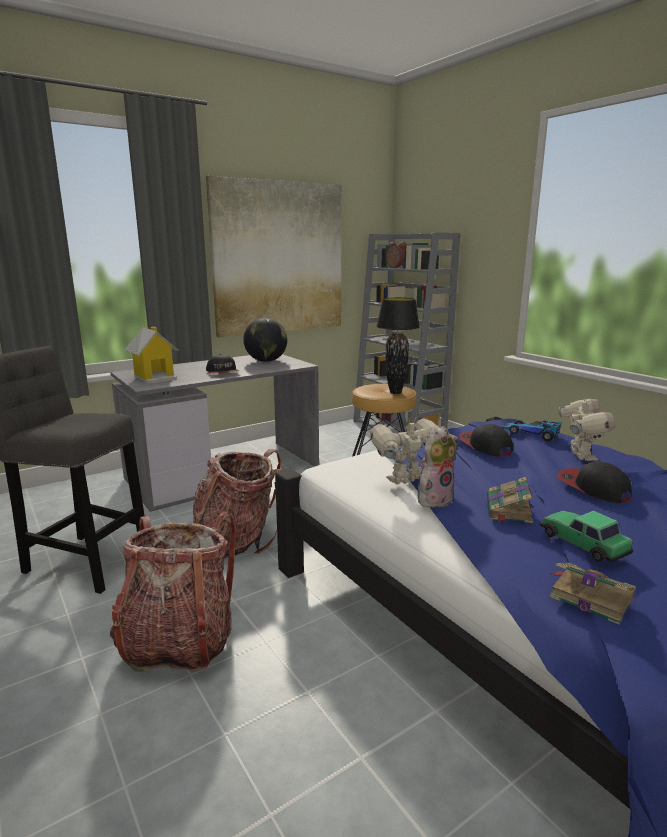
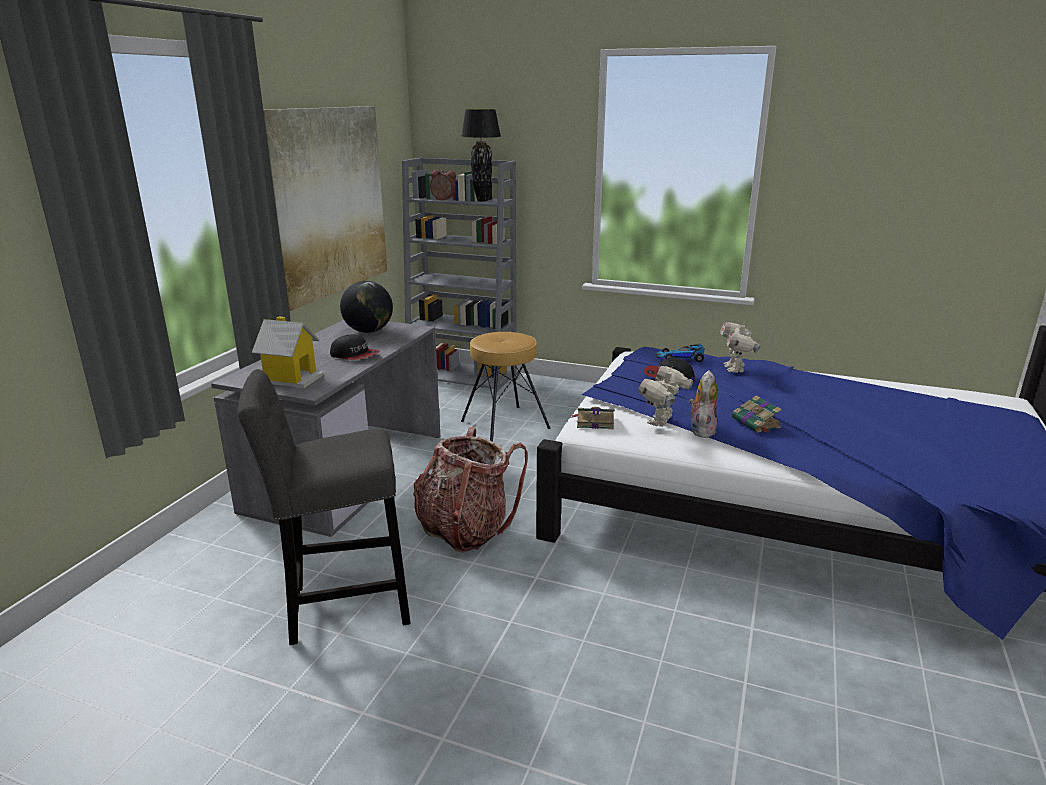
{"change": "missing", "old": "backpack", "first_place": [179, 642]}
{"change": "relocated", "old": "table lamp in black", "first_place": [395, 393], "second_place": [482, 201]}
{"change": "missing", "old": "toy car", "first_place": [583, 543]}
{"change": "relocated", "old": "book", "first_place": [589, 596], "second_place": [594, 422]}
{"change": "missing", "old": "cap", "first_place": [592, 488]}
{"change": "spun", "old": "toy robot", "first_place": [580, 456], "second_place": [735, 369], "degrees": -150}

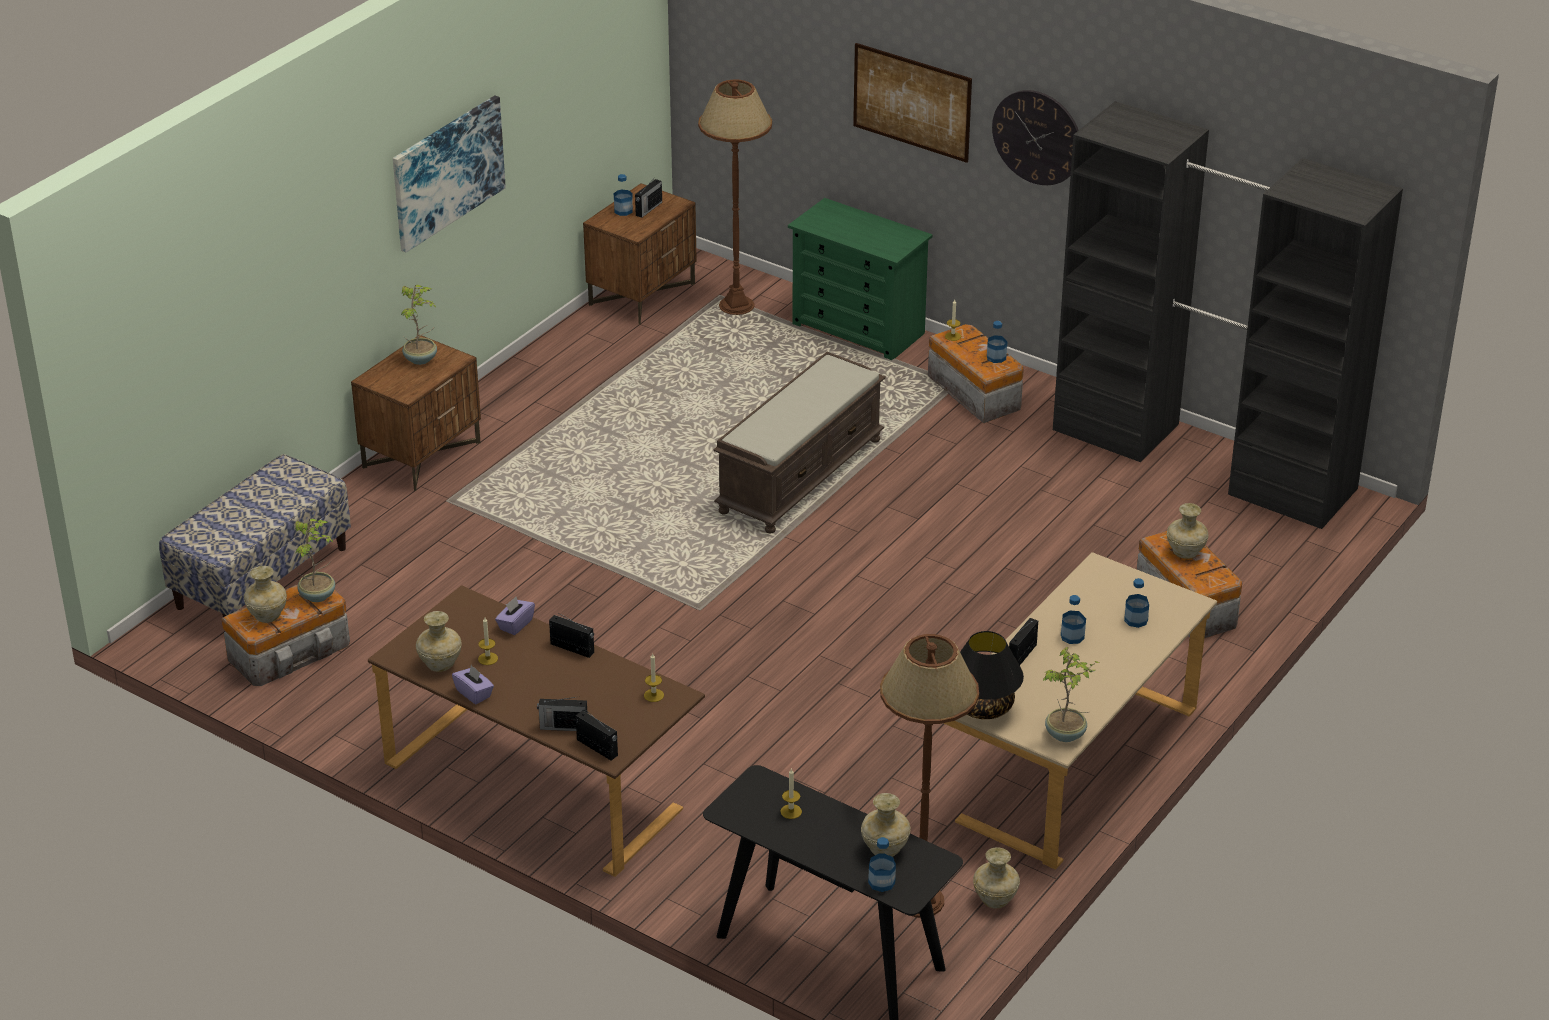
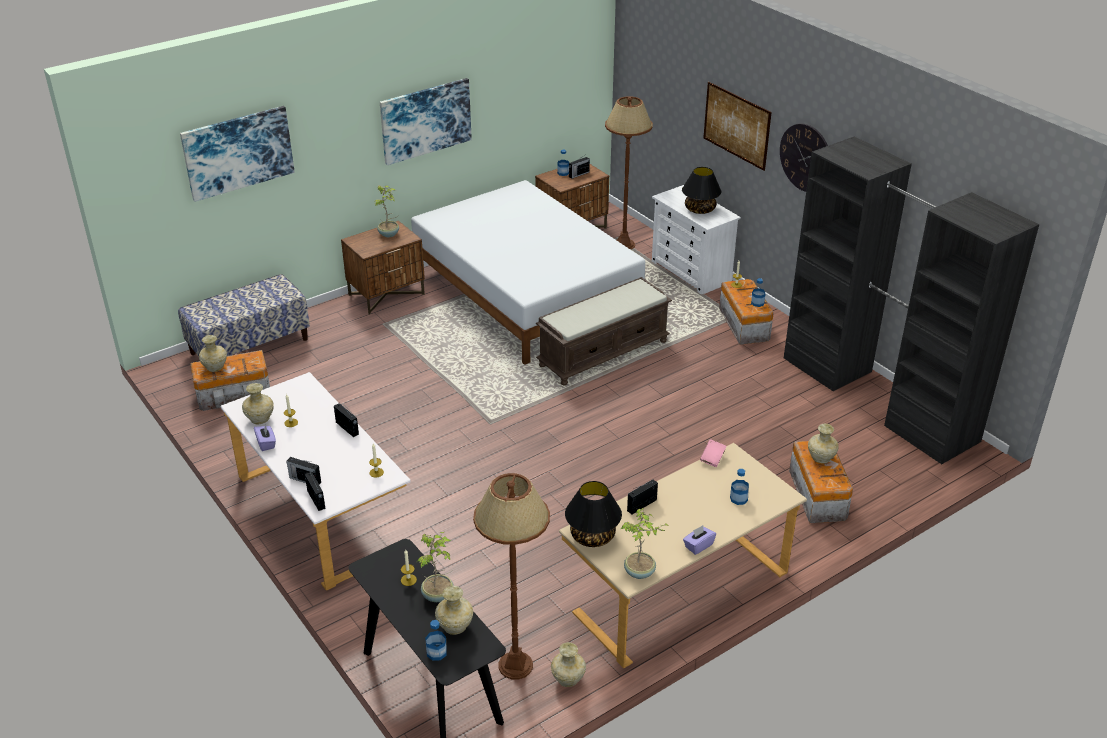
{"change": "relocated", "old": "potted plant", "first_place": [318, 595], "second_place": [438, 595]}
{"change": "colour", "old": "desk in brown", "new": "desk in white", "first_place": [540, 782], "second_place": [322, 513]}
{"change": "relocated", "old": "tissue box in purple", "first_place": [515, 624], "second_place": [698, 546]}
{"change": "colour", "old": "dresser in green", "new": "dresser in white", "first_place": [858, 329], "second_place": [691, 272]}
{"change": "missing", "old": "bottle", "first_place": [1072, 636]}
{"change": "appeared", "new": "picture", "second_place": [238, 152]}
{"change": "appeared", "new": "bed in white", "second_place": [526, 293]}
{"change": "appeared", "new": "table lamp in black", "second_place": [700, 209]}
{"change": "appeared", "new": "book in pink", "second_place": [712, 458]}

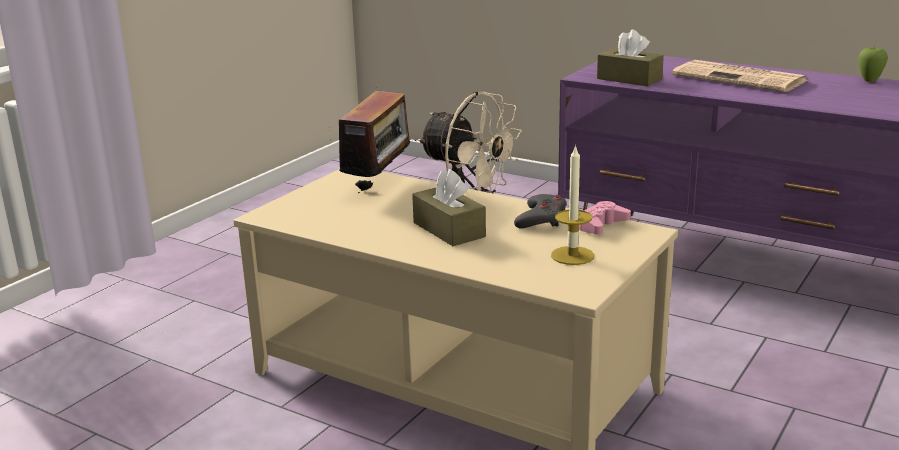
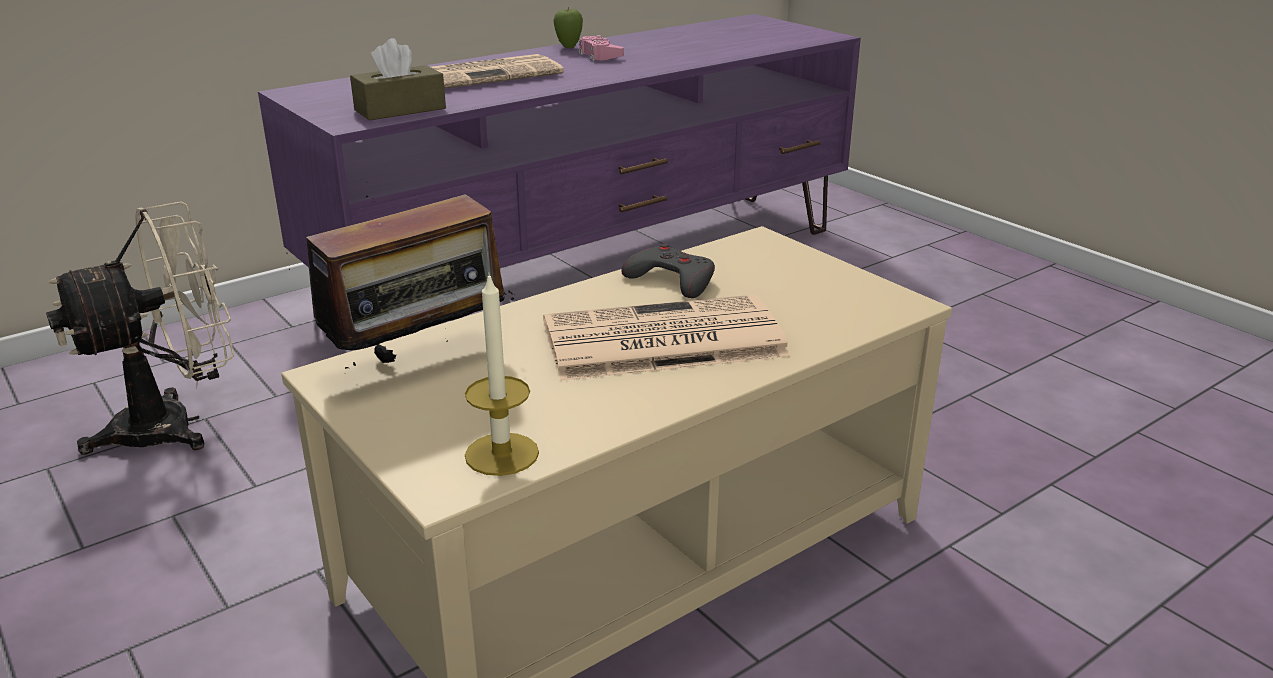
{"change": "spun", "old": "radio", "first_place": [379, 185], "second_place": [421, 360], "degrees": 105}
{"change": "exchanged", "old": "tissue box in brown", "new": "newspaper", "first_place": [449, 230], "second_place": [660, 341]}
{"change": "relocated", "old": "candle", "first_place": [572, 255], "second_place": [502, 454]}
{"change": "relocated", "old": "game controller in pink", "first_place": [601, 225], "second_place": [600, 55]}

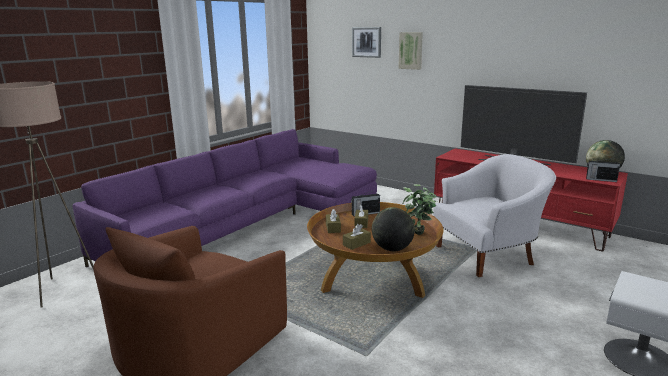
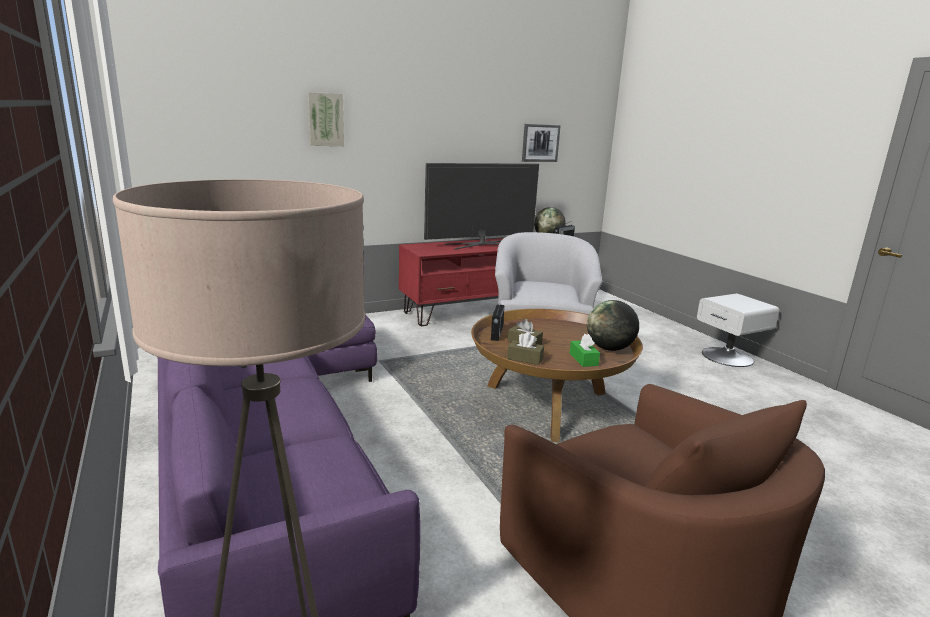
{"change": "colour", "old": "tissue box in brown", "new": "tissue box in green", "first_place": [356, 244], "second_place": [583, 359]}
{"change": "relocated", "old": "picture", "first_place": [366, 42], "second_place": [540, 143]}
{"change": "missing", "old": "potted plant", "first_place": [418, 236]}

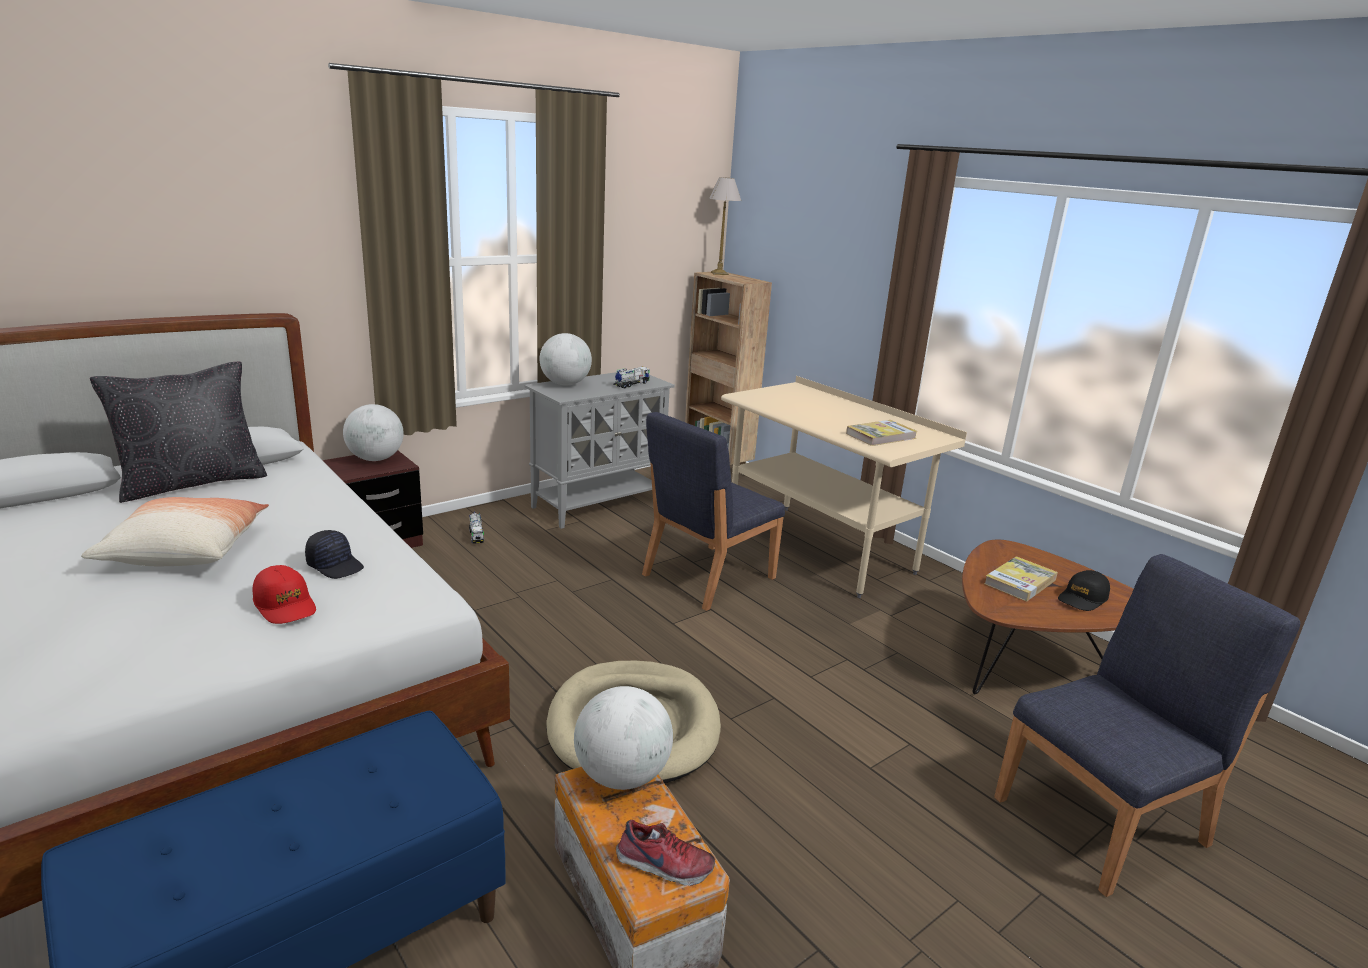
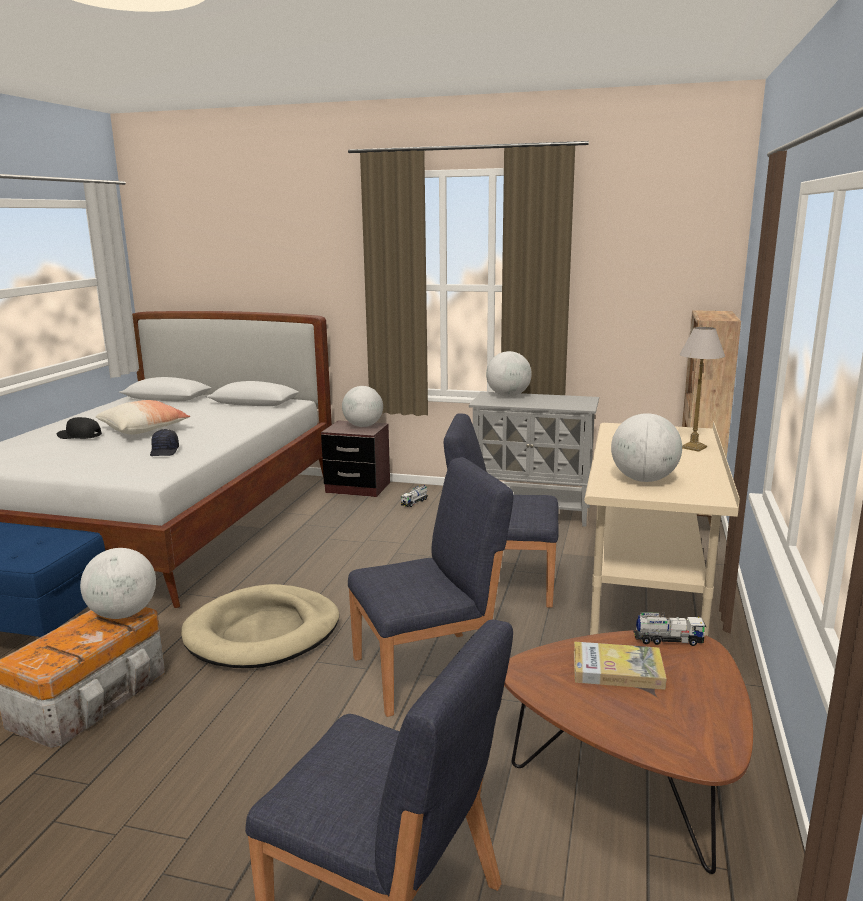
{"change": "missing", "old": "pillow in black", "first_place": [192, 483]}
{"change": "missing", "old": "cap in red", "first_place": [285, 605]}
{"change": "relocated", "old": "toy truck", "first_place": [631, 384], "second_place": [668, 640]}
{"change": "missing", "old": "shoe", "first_place": [663, 866]}
{"change": "relocated", "old": "table lamp", "first_place": [719, 273], "second_place": [693, 447]}
{"change": "exchanged", "old": "book", "new": "globe", "first_place": [880, 436], "second_place": [644, 480]}
{"change": "relocated", "old": "cap in black", "first_place": [1082, 598], "second_place": [79, 436]}
{"change": "appeared", "new": "chair in blue", "second_place": [429, 671]}

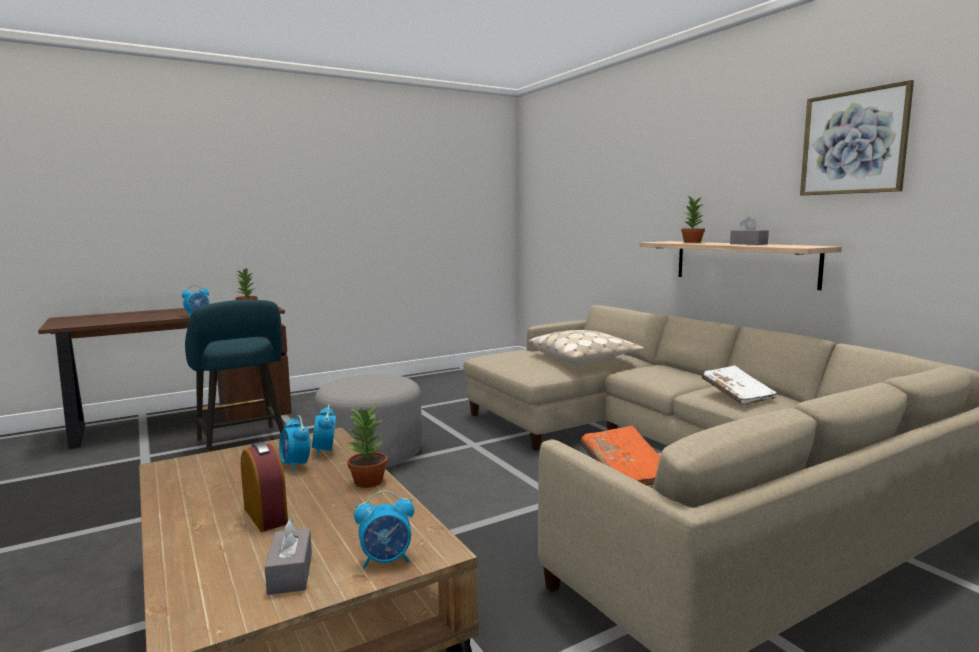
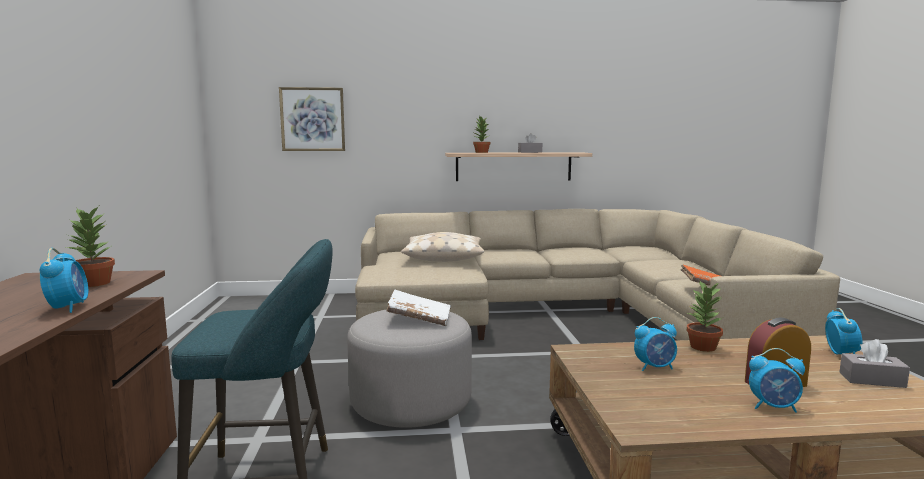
{"change": "relocated", "old": "alarm clock", "first_place": [325, 451], "second_place": [774, 407]}
{"change": "relocated", "old": "book in white", "first_place": [737, 395], "second_place": [419, 319]}
{"change": "relocated", "old": "picture", "first_place": [853, 142], "second_place": [312, 119]}

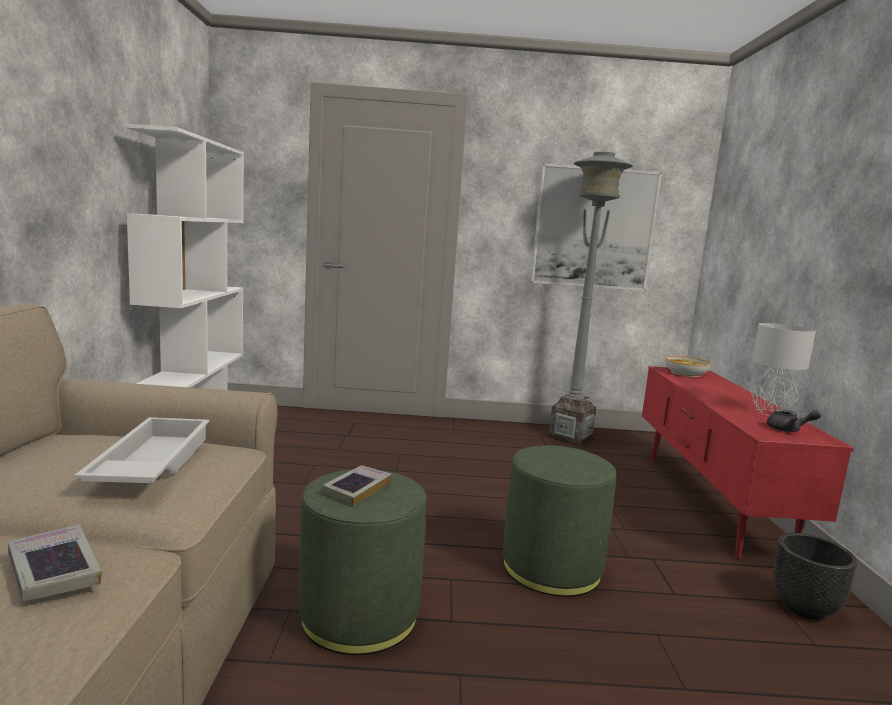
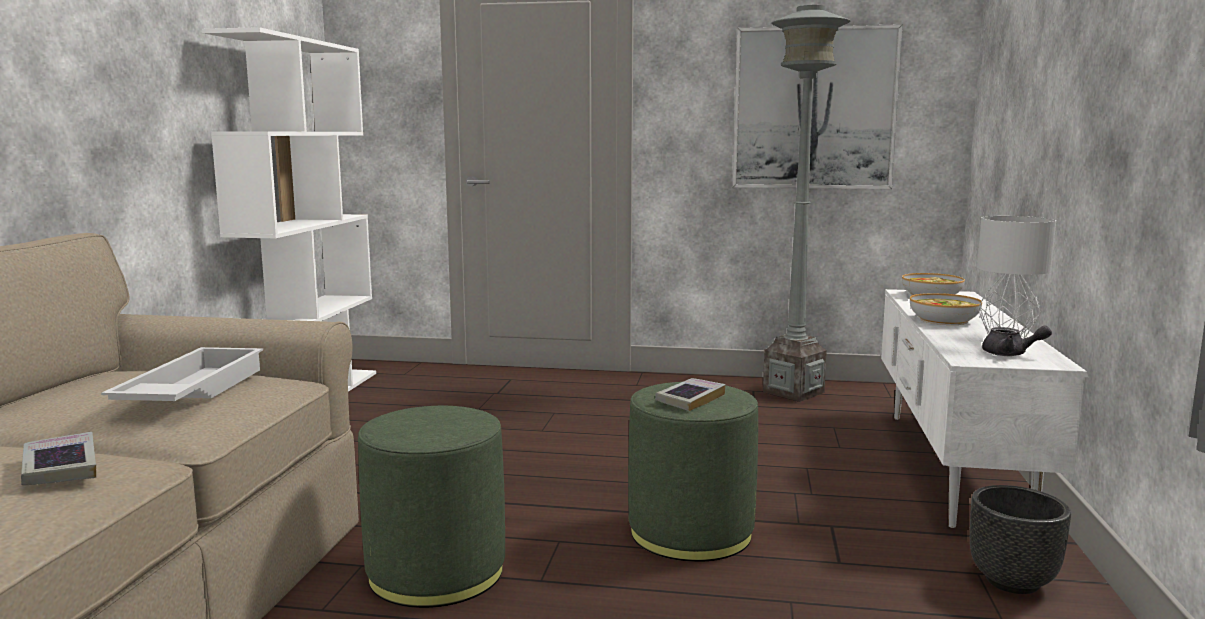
{"change": "relocated", "old": "book", "first_place": [357, 489], "second_place": [690, 399]}
{"change": "colour", "old": "tv stand in red", "new": "tv stand in white", "first_place": [710, 503], "second_place": [951, 466]}
{"change": "appeared", "new": "bowl", "second_place": [943, 320]}

